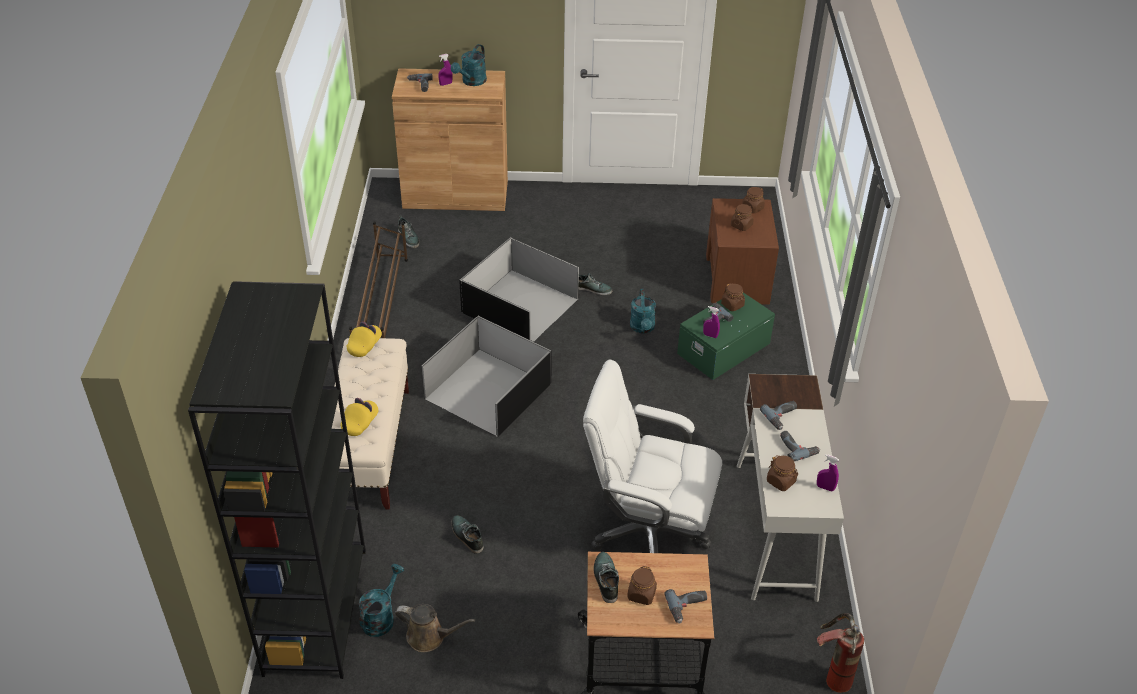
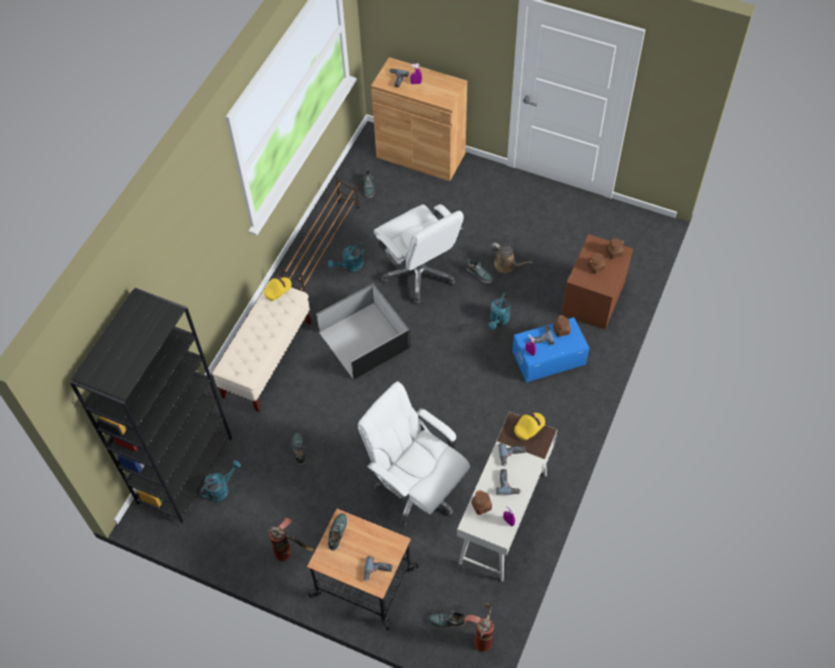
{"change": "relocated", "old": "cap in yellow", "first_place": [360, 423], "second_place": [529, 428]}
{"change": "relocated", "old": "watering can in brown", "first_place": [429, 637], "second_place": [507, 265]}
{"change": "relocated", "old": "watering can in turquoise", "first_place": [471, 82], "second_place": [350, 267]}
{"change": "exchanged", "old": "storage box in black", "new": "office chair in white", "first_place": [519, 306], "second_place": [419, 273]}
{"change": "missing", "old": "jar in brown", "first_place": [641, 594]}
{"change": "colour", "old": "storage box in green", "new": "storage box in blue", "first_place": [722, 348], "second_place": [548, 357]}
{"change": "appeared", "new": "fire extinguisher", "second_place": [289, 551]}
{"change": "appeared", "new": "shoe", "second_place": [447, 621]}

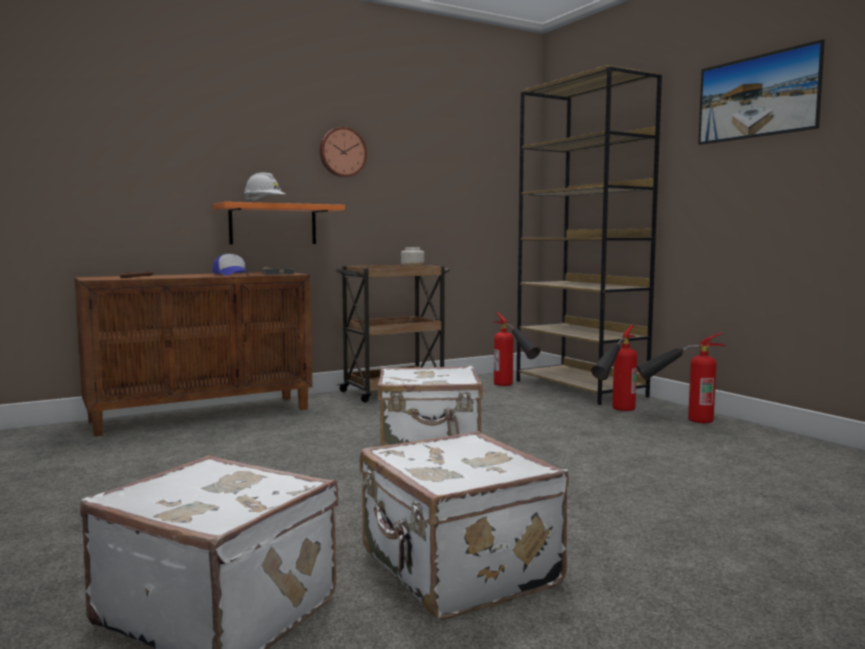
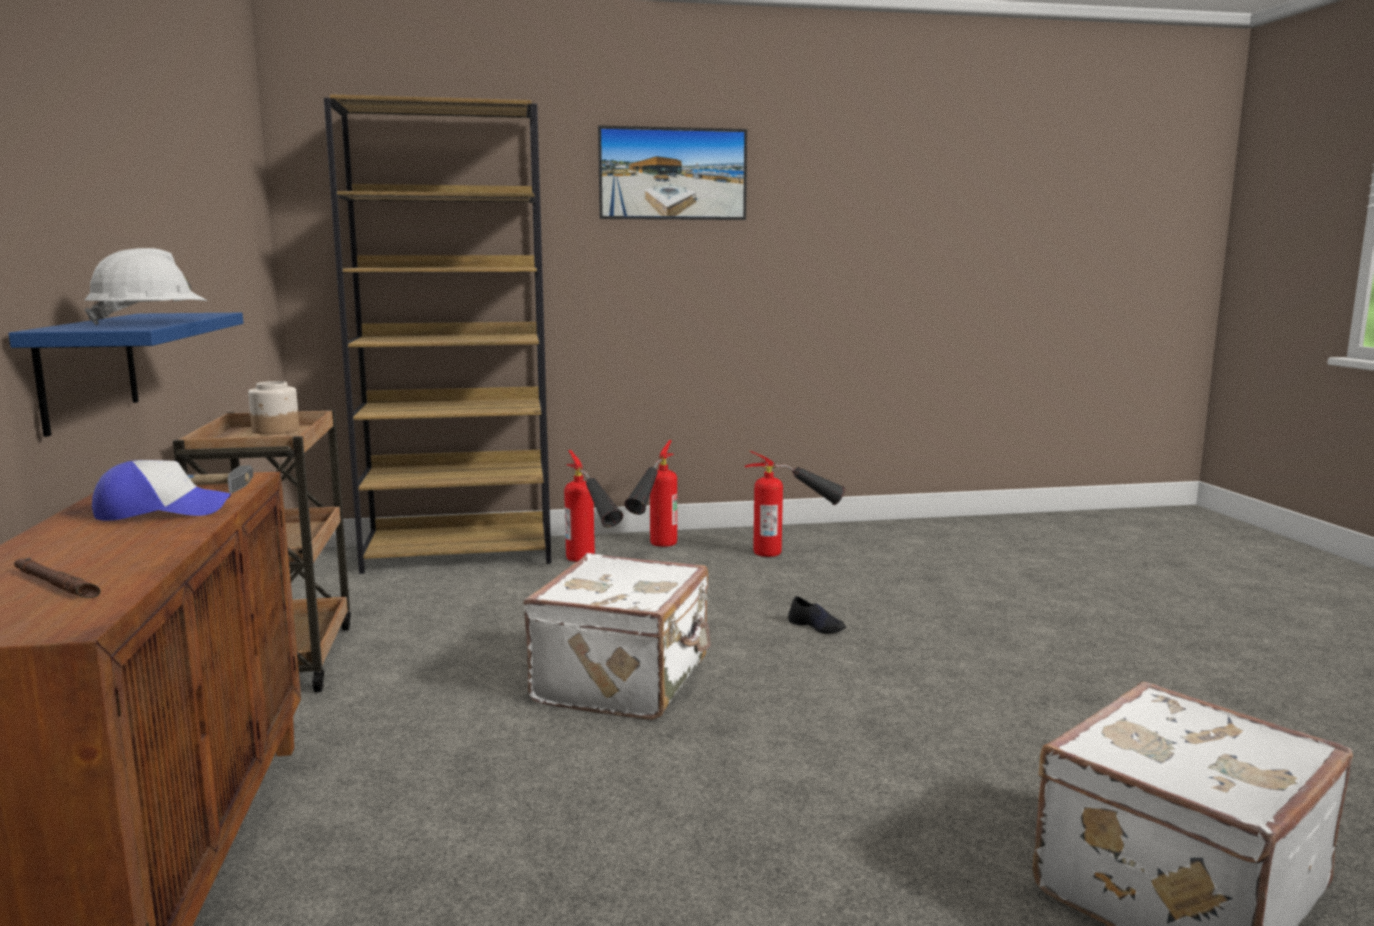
{"change": "colour", "old": "shelf in orange", "new": "shelf in blue", "first_place": [273, 224], "second_place": [88, 369]}
{"change": "missing", "old": "wall clock", "first_place": [342, 152]}
{"change": "missing", "old": "suitcase in white", "first_place": [457, 570]}
{"change": "relocated", "old": "fire extinguisher", "first_place": [513, 387], "second_place": [793, 551]}
{"change": "appeared", "new": "shoe in black", "second_place": [817, 626]}

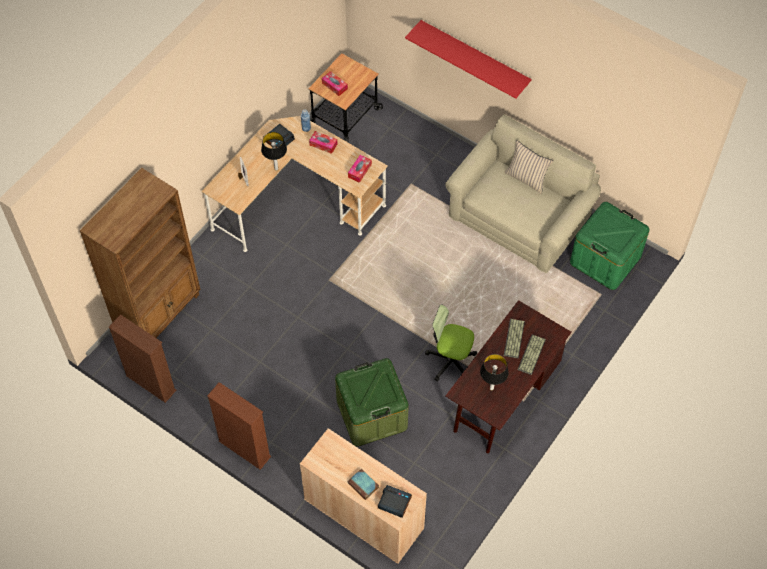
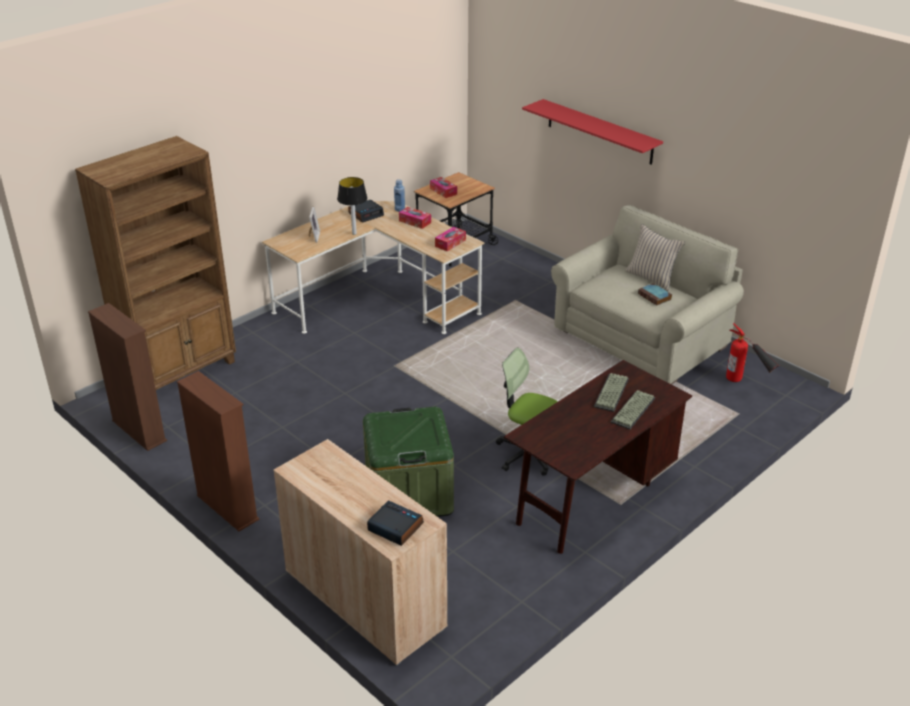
{"change": "relocated", "old": "book", "first_place": [364, 485], "second_place": [655, 297]}
{"change": "missing", "old": "table lamp", "first_place": [491, 388]}
{"change": "exchanged", "old": "storage box in green", "new": "fire extinguisher", "first_place": [605, 260], "second_place": [746, 384]}

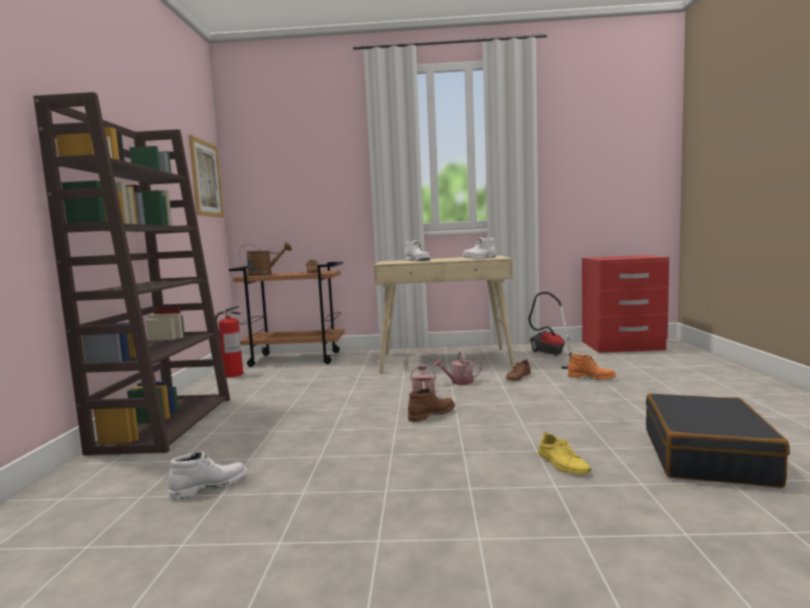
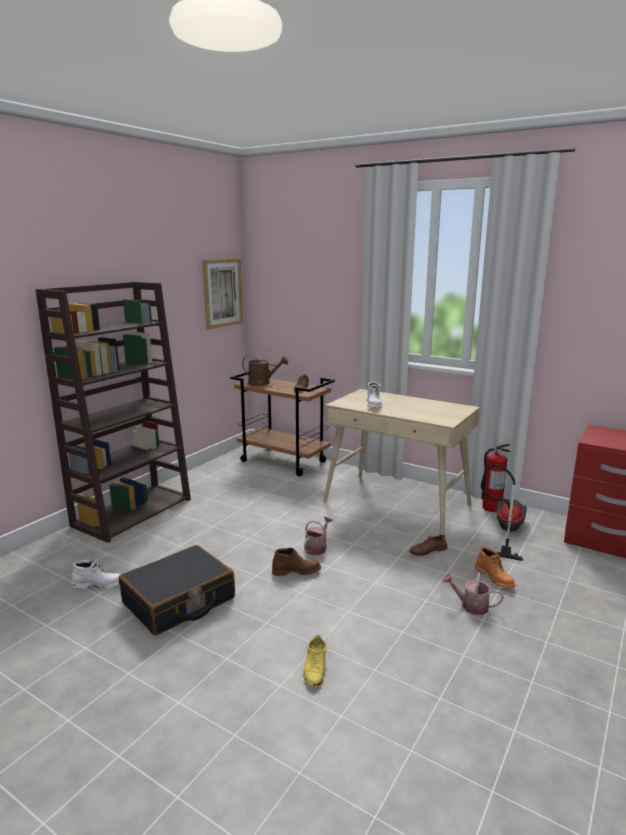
{"change": "relocated", "old": "fire extinguisher", "first_place": [233, 375], "second_place": [491, 508]}
{"change": "relocated", "old": "watering can", "first_place": [458, 382], "second_place": [471, 606]}
{"change": "missing", "old": "boot in white", "first_place": [479, 258]}
{"change": "relocated", "old": "suitcase in black", "first_place": [707, 456], "second_place": [179, 601]}

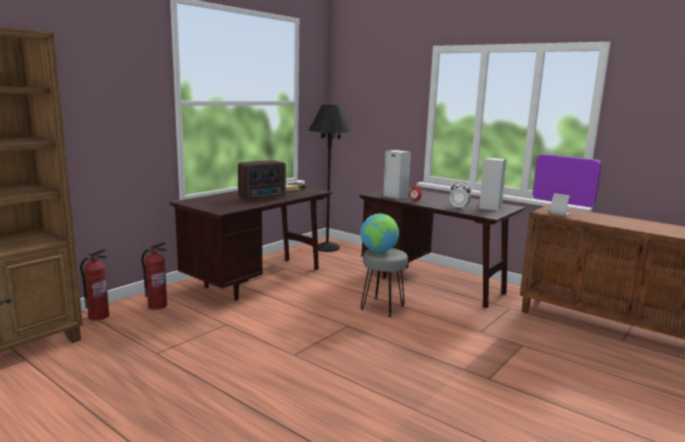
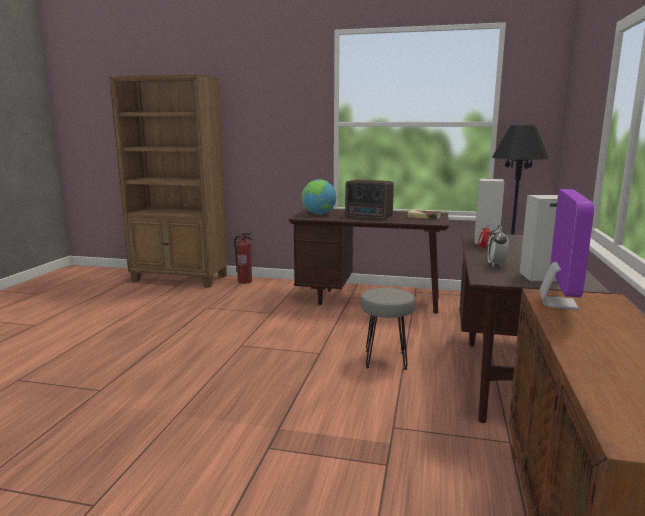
{"change": "missing", "old": "fire extinguisher", "first_place": [157, 305]}
{"change": "relocated", "old": "globe", "first_place": [378, 251], "second_place": [318, 214]}

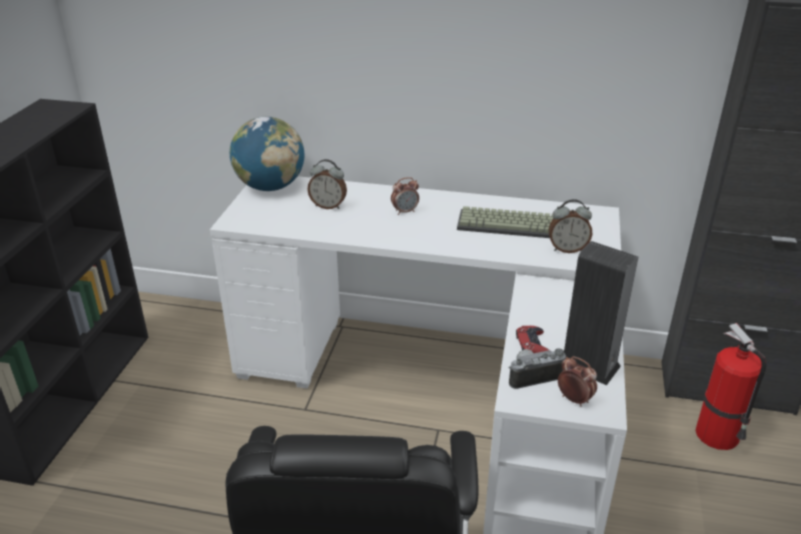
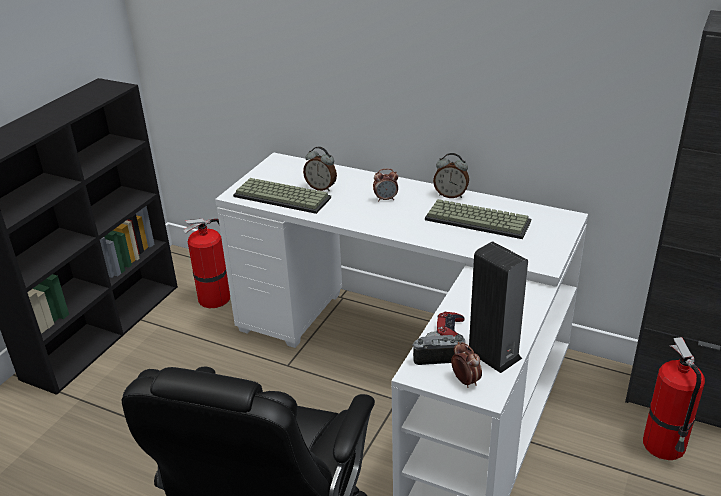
{"change": "missing", "old": "globe", "first_place": [270, 187]}
{"change": "relocated", "old": "alarm clock", "first_place": [567, 249], "second_place": [450, 195]}
{"change": "appeared", "new": "fire extinguisher", "second_place": [216, 298]}
{"change": "appeared", "new": "keyboard", "second_place": [283, 196]}

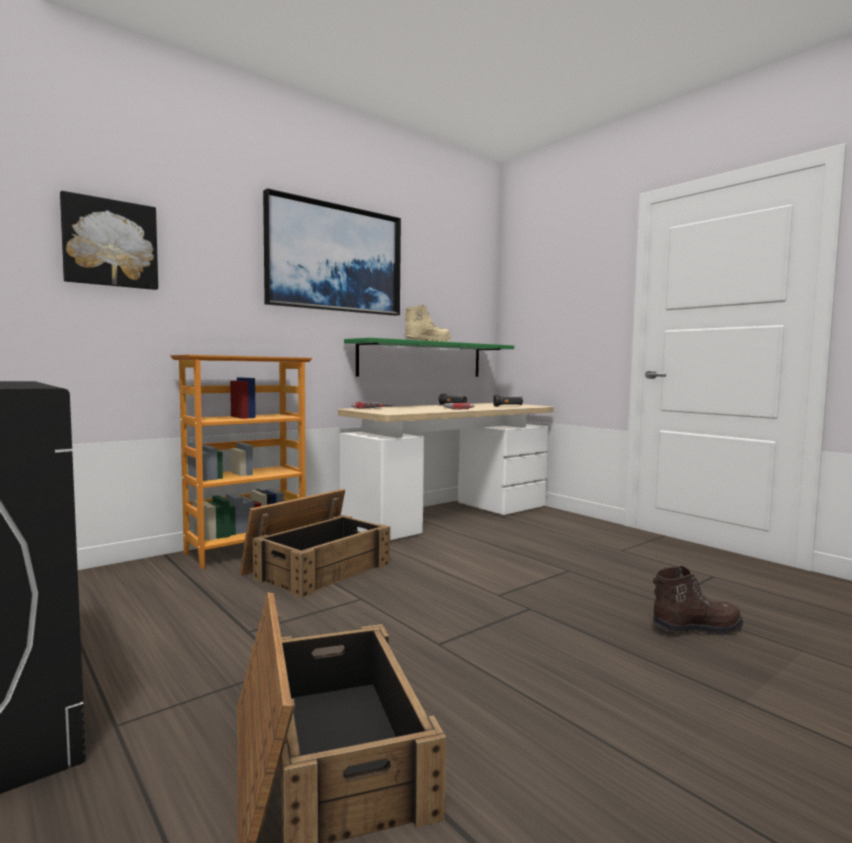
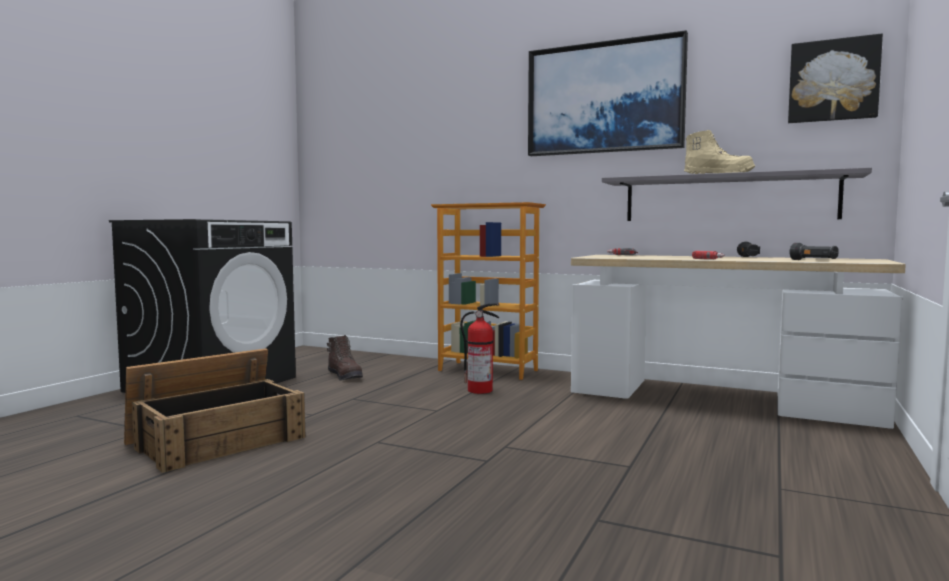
{"change": "relocated", "old": "picture", "first_place": [110, 243], "second_place": [833, 81]}
{"change": "exchanged", "old": "crate", "new": "fire extinguisher", "first_place": [317, 568], "second_place": [481, 390]}
{"change": "colour", "old": "shelf in green", "new": "shelf in grey", "first_place": [422, 359], "second_place": [728, 198]}
{"change": "relocated", "old": "boot in brown", "first_place": [695, 628], "second_place": [345, 376]}

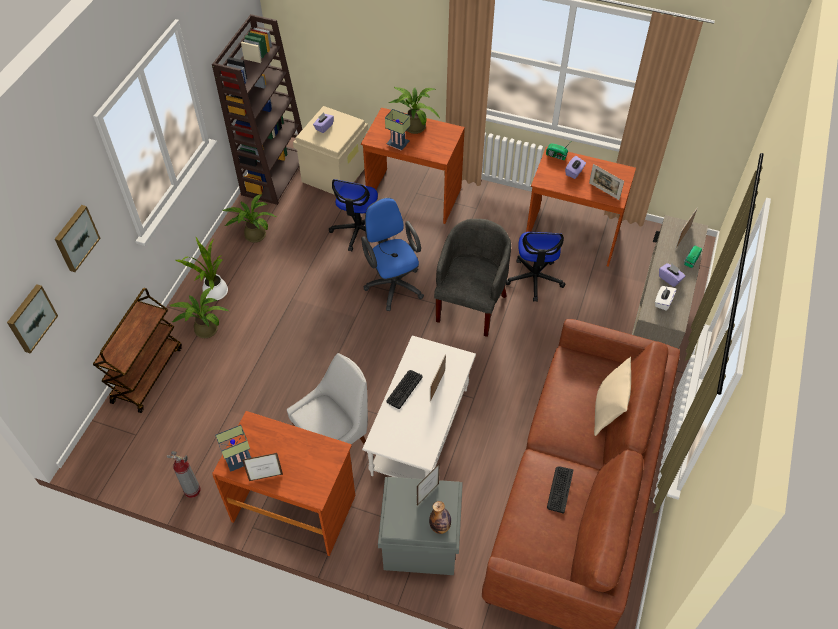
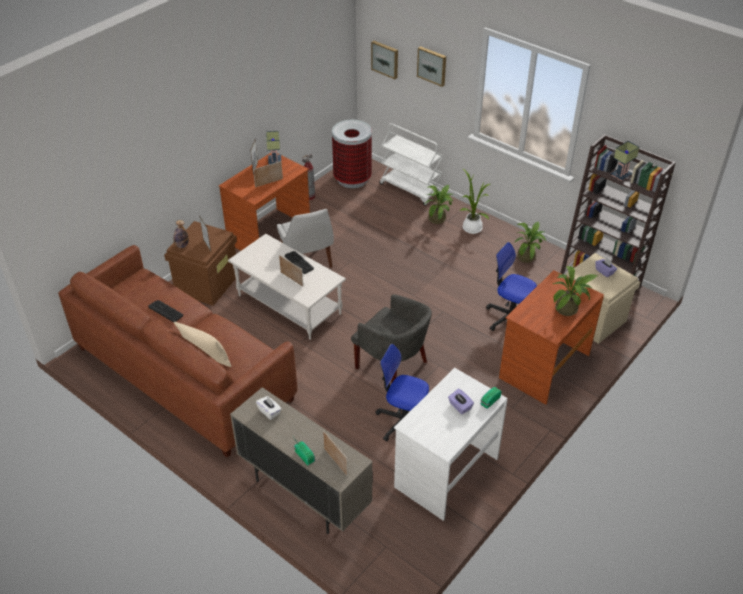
{"change": "colour", "old": "cart in brown", "new": "cart in white", "first_place": [147, 374], "second_place": [411, 189]}
{"change": "missing", "old": "office chair in blue", "first_place": [393, 284]}
{"change": "colour", "old": "storage box in grey", "new": "storage box in brown", "first_place": [420, 543], "second_place": [207, 283]}
{"change": "relocated", "old": "table lamp", "first_place": [399, 143], "second_place": [621, 176]}
{"change": "colour", "old": "desk in brown", "new": "desk in white", "first_place": [571, 237], "second_place": [445, 472]}
{"change": "relocated", "old": "picture frame", "first_place": [604, 191], "second_place": [269, 183]}
{"change": "missing", "old": "tissue box in purple", "first_place": [670, 279]}
{"change": "appeared", "new": "trash can", "second_place": [352, 179]}

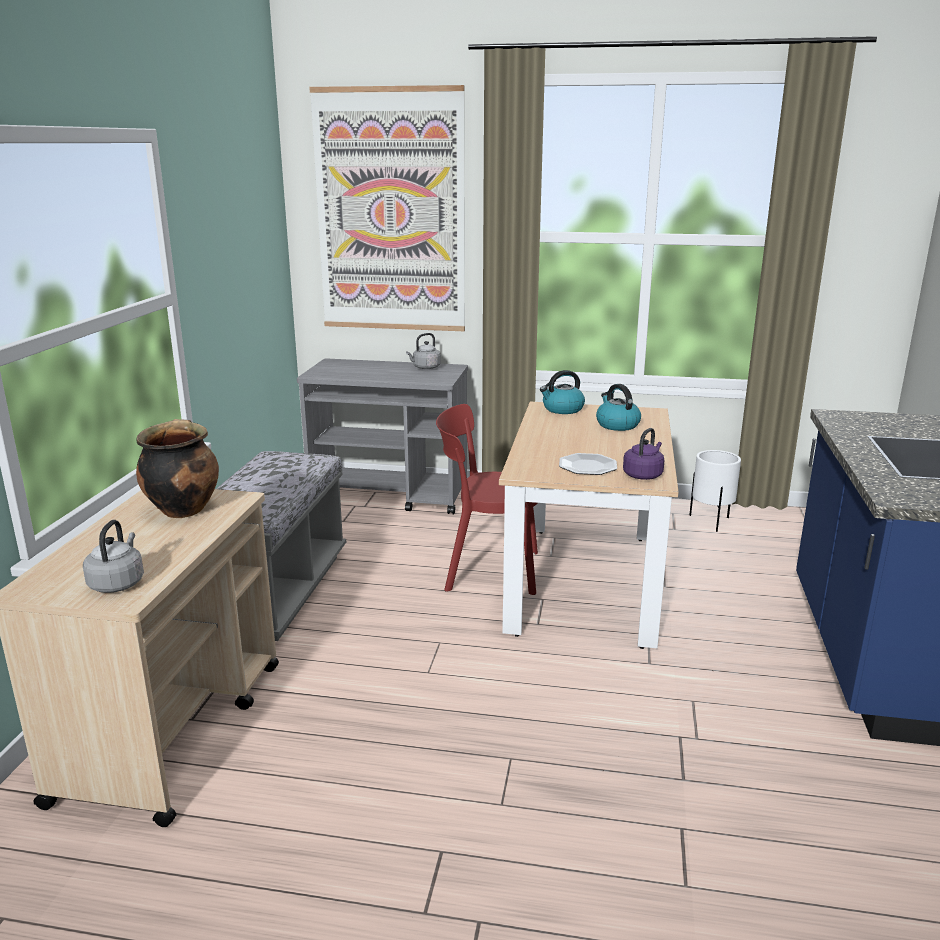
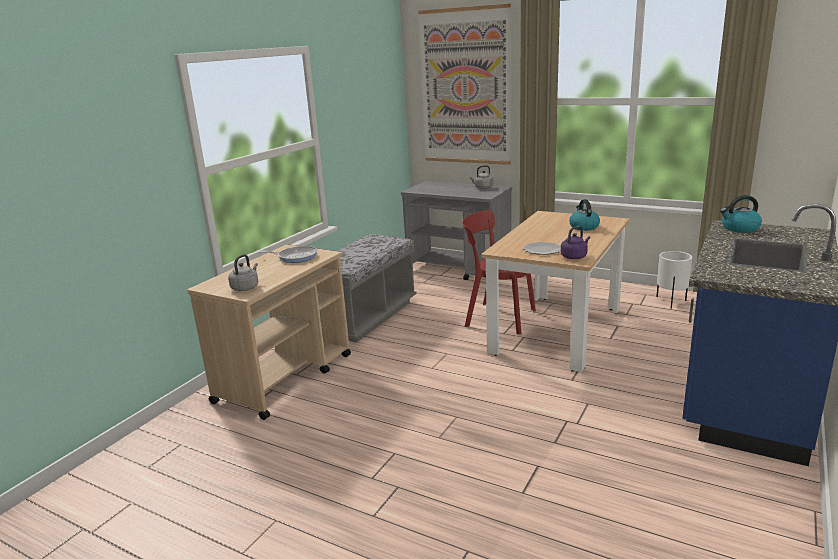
{"change": "exchanged", "old": "cooking pot", "new": "frying pan", "first_place": [183, 509], "second_place": [295, 257]}
{"change": "relocated", "old": "kettle", "first_place": [562, 409], "second_place": [739, 228]}

